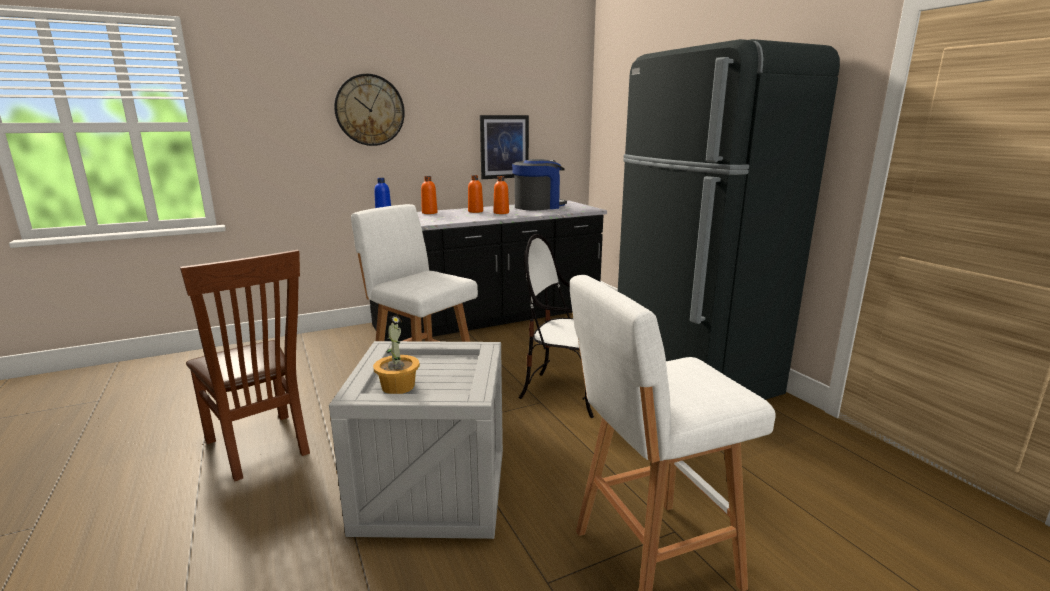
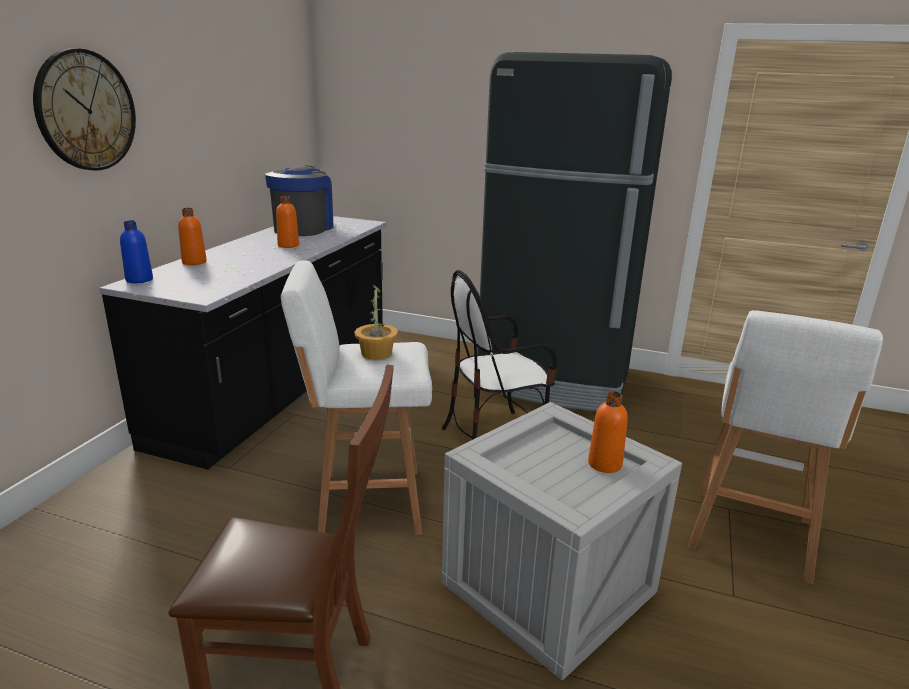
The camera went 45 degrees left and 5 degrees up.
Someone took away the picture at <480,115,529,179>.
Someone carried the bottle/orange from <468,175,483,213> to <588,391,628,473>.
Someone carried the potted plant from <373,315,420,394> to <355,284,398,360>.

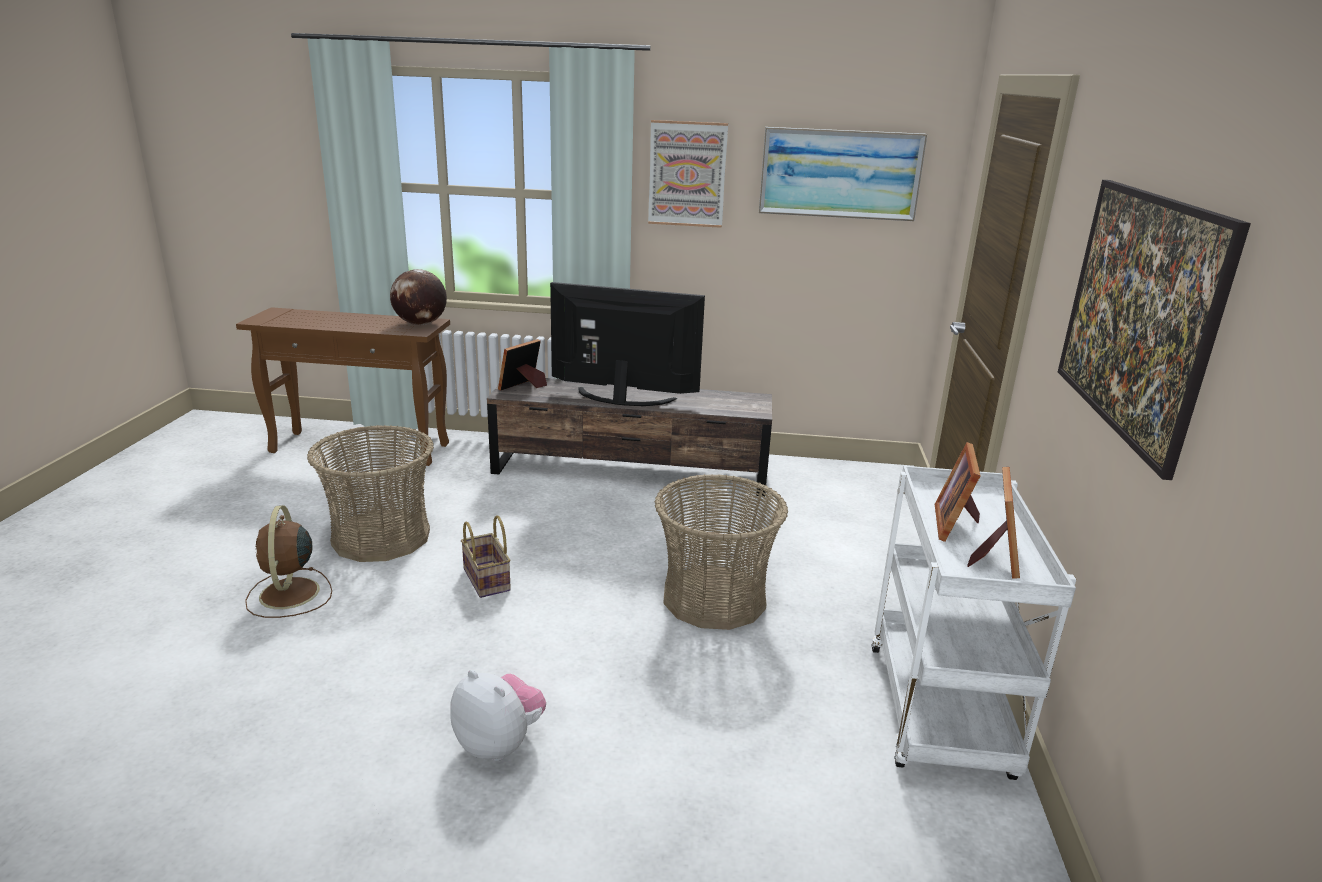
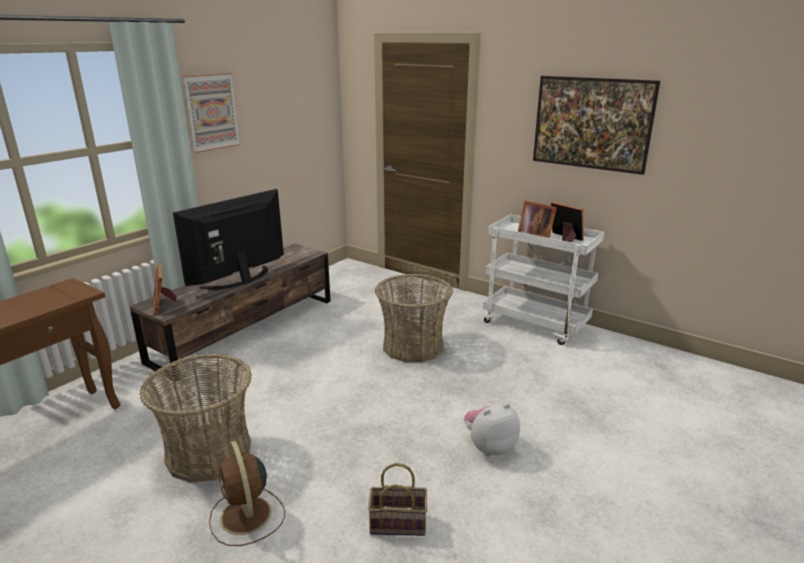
The camera went 60 degrees left and 0 degrees up.
Someone took away the picture at <759,127,927,221>.
Someone took away the globe at <390,269,447,325>.
Someone rotated the fan/brown at <245,505,332,618> by 45 degrees clockwise.
Someone carried the basket from <461,515,511,598> to <368,463,427,536>.

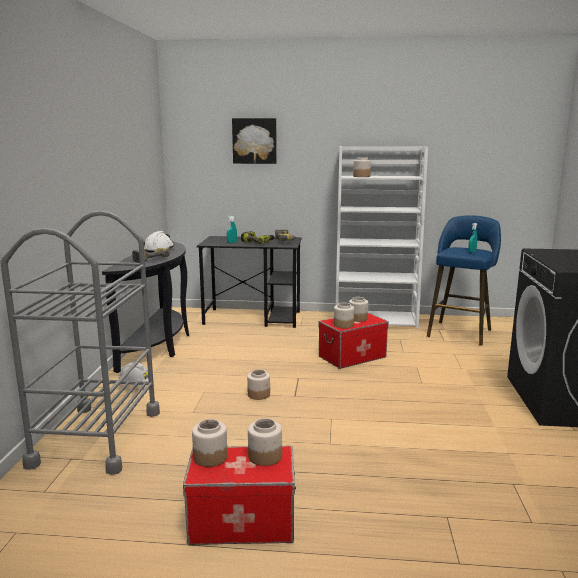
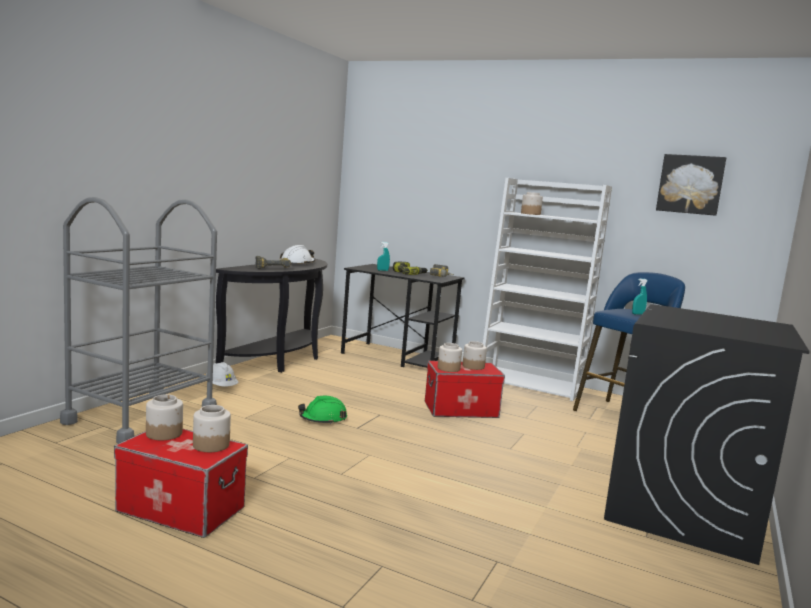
The camera went 20 degrees right and 5 degrees down.
Someone carried the picture from <232,118,277,164> to <656,154,726,216>.
Someone swapped the jar at <247,369,270,400> for the hard hat/green at <298,396,347,424>.

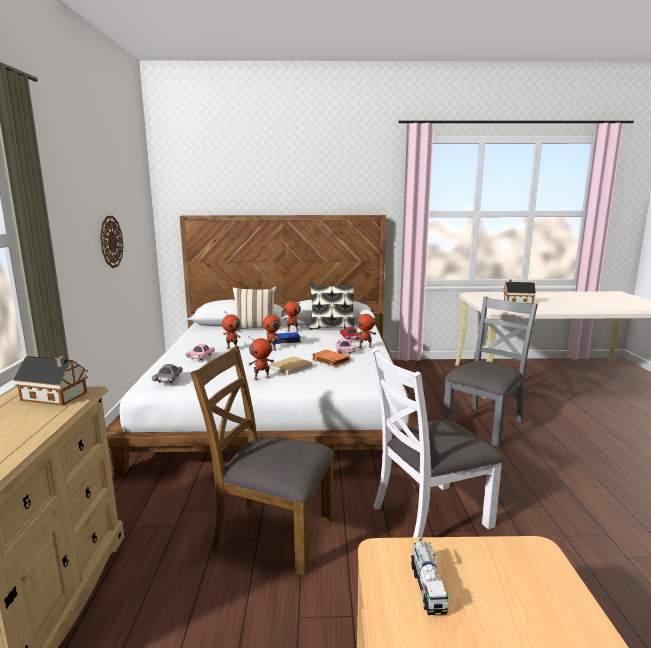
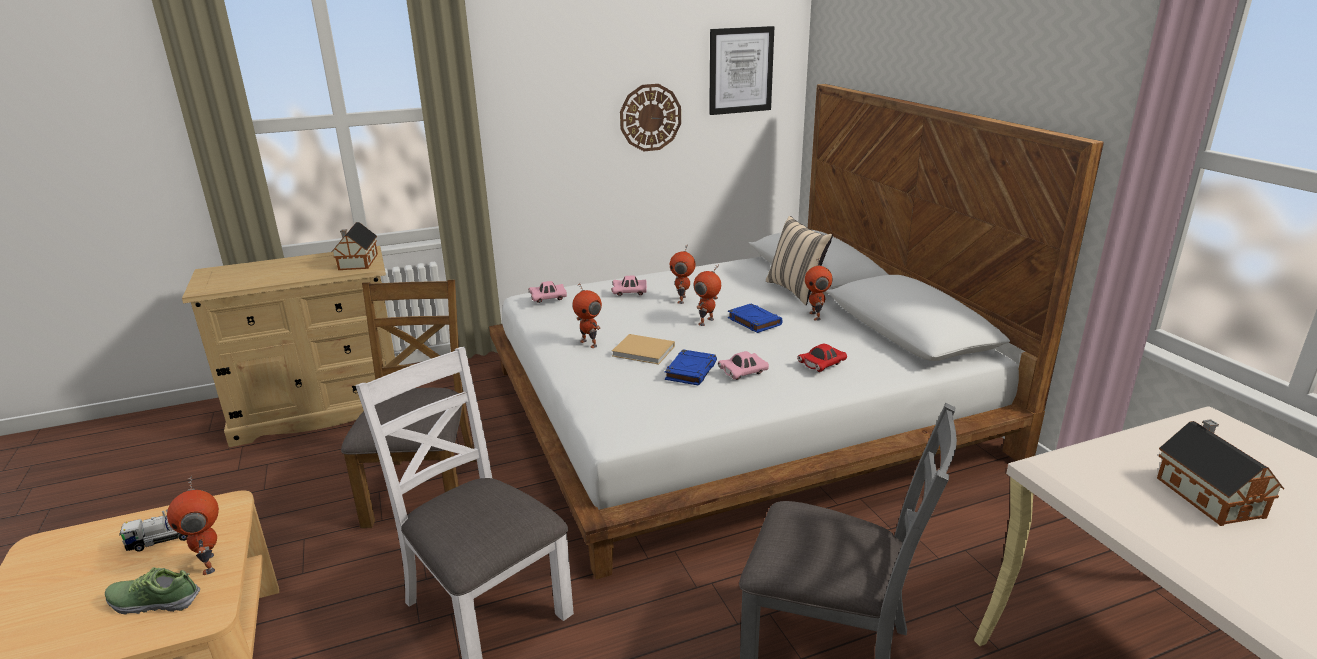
The camera went 70 degrees right and 10 degrees up.
Someone took away the pillow at <309,283,356,330>.
Someone carried the toy robot from <355,312,376,348> to <167,475,219,575>.
Someone repainted the book/orange at <312,350,350,367>, which became the book/blue at <665,350,717,386>.
Someone repainted the toy car/grey at <152,364,183,383>, which became the toy car/pink at <528,281,567,303>.
Someone put up the picture at <709,26,774,115>.
Someone put down the shoe at <105,567,200,614>.

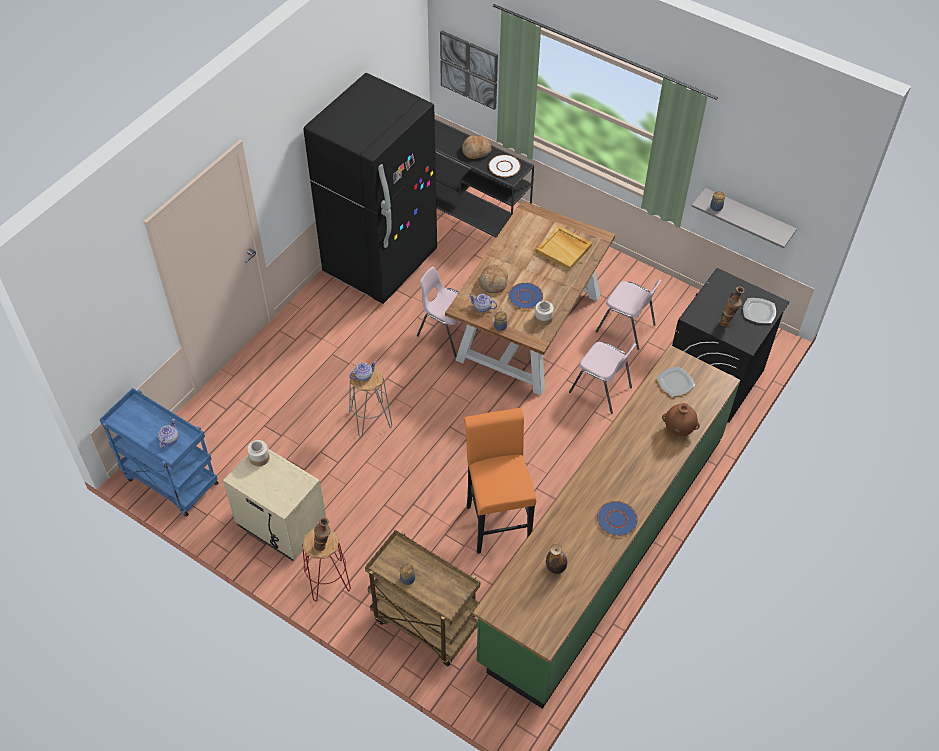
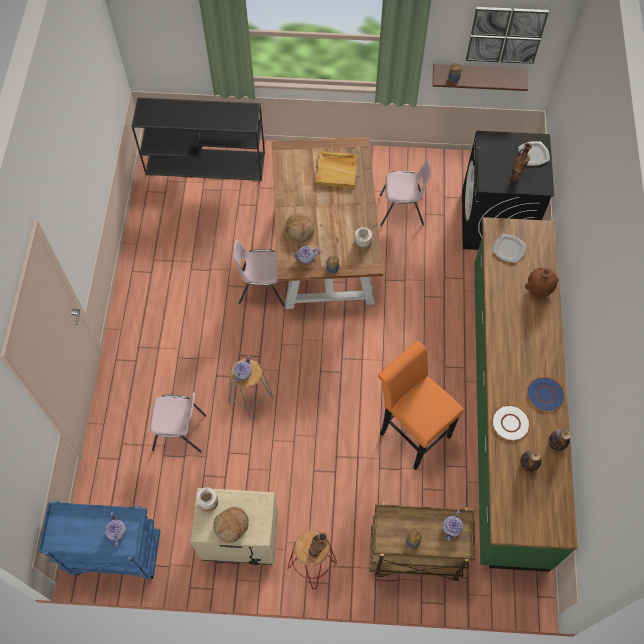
The camera went 30 degrees left and 10 degrees up.
Someone carried the picture from <440,31,498,110> to <466,7,549,64>.
Someone took away the fridge/black at <303,73,437,304>.
Someone carried the bread from <462,136,492,159> to <213,507,249,543>.
Someone carried the plate/white from <488,155,521,177> to <492,405,530,441>.
Someone repainted the shelf/grey at <691,188,797,248>, which became the shelf/brown at <433,64,528,91>.
Someone took away the plate/blue at <508,282,543,309>.
Someone carried the chair/pink from <569,342,636,414> to <150,393,206,453>.
Someone put down the bottle at <548,429,572,451>.
Someone put down the teapot at <443,510,463,541>.

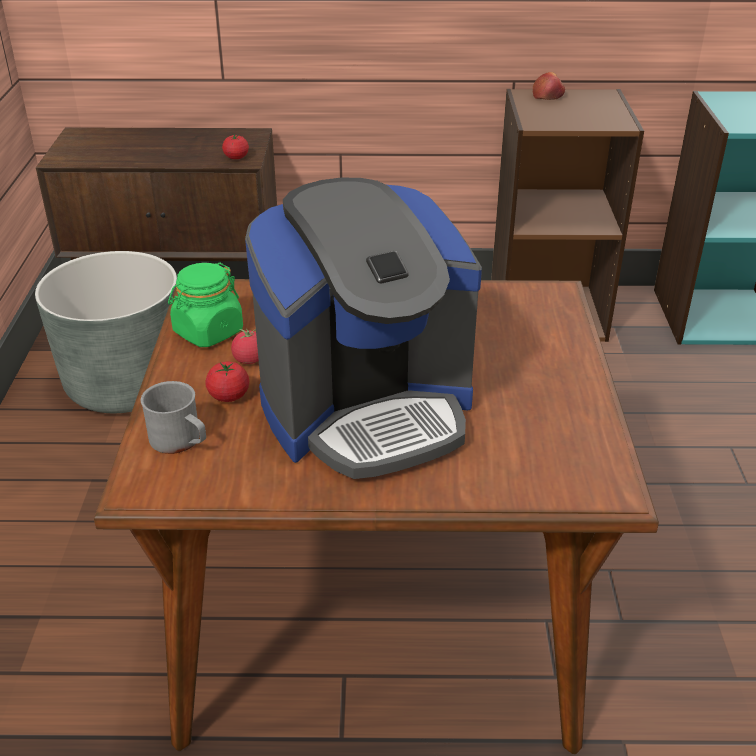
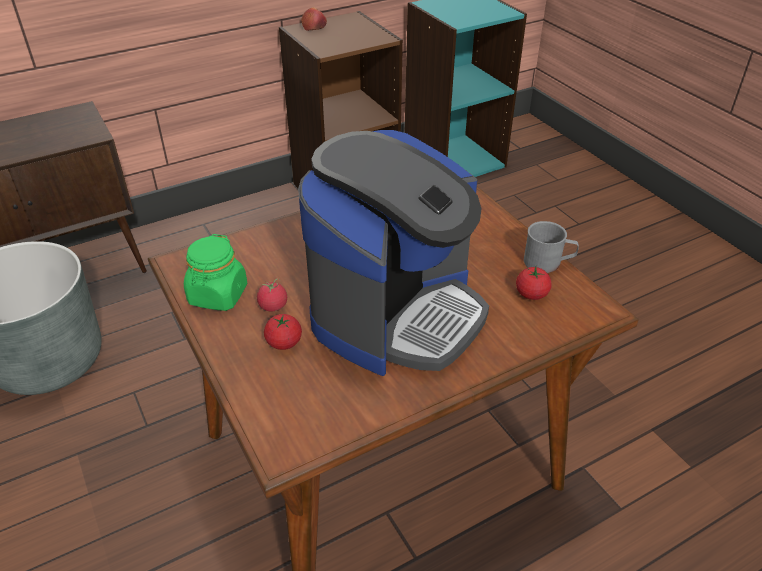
The camera went 30 degrees left and 5 degrees up.
Someone carried the tomato from <222,134,249,159> to <516,267,552,300>.
Someone carried the mug/grey from <141,381,206,454> to <524,221,579,273>.

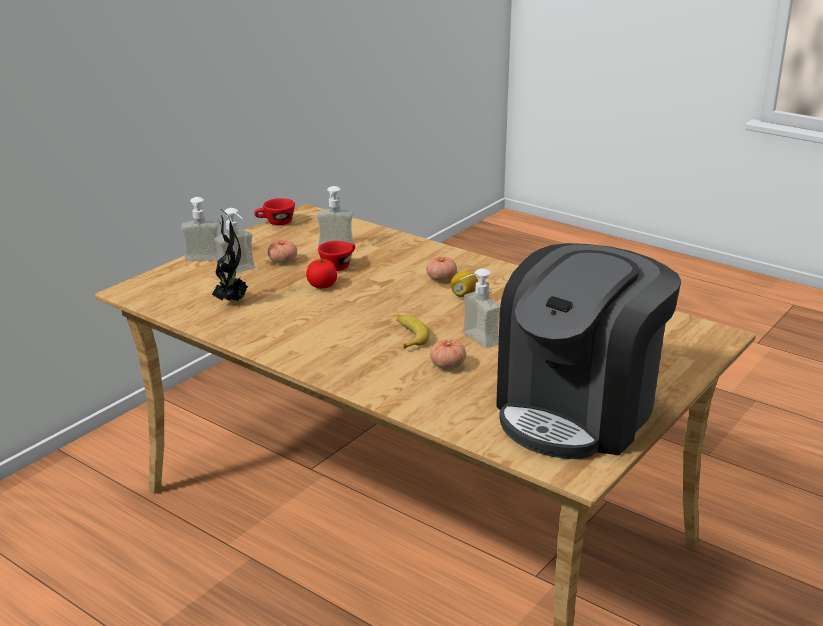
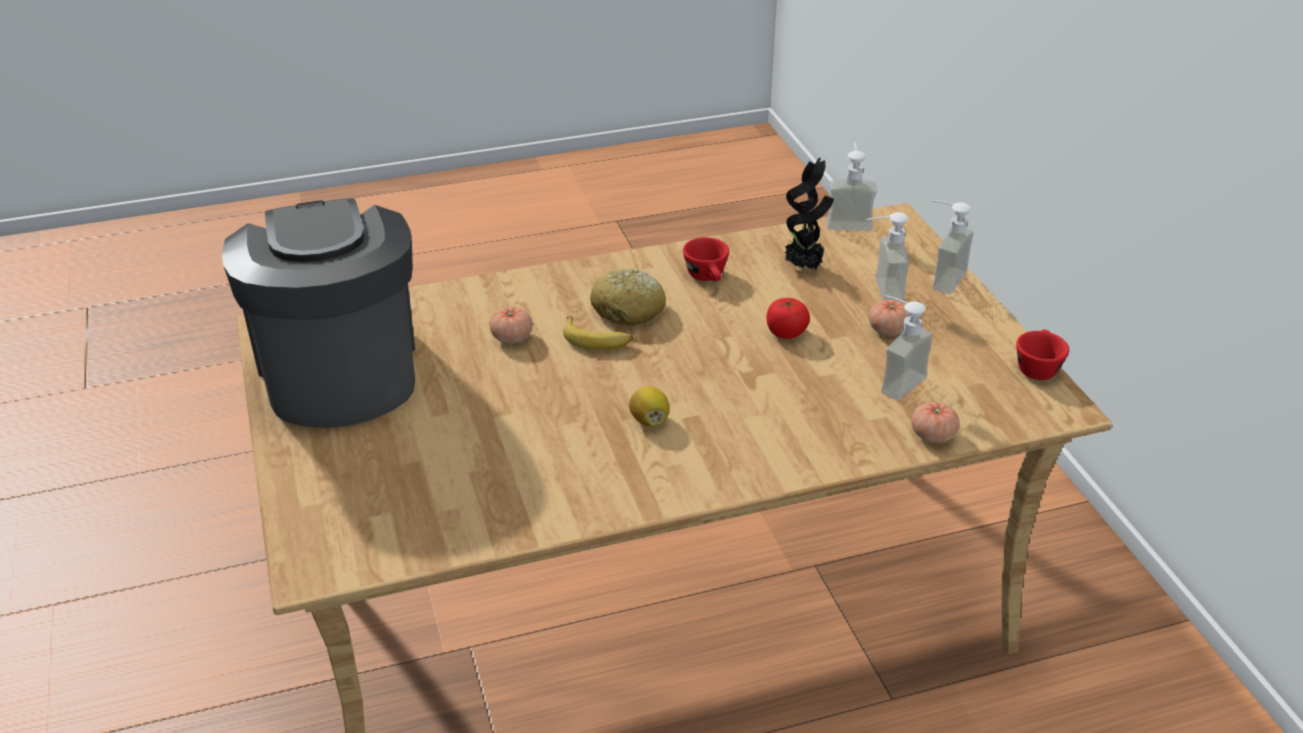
The camera went 125 degrees right and 10 degrees up.
Someone carried the cup/red from <318,241,355,271> to <683,237,729,281>.
Someone carried the tomato from <426,257,457,281> to <911,402,960,443>.
Someone carried the soap dispenser from <460,268,500,348> to <826,142,877,231>.
Someone put down the bread at <590,268,666,325>.

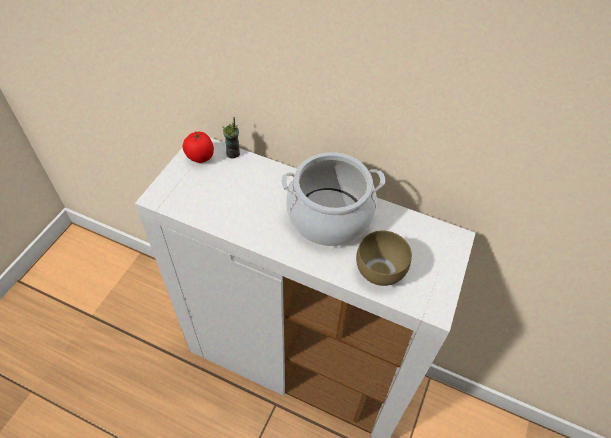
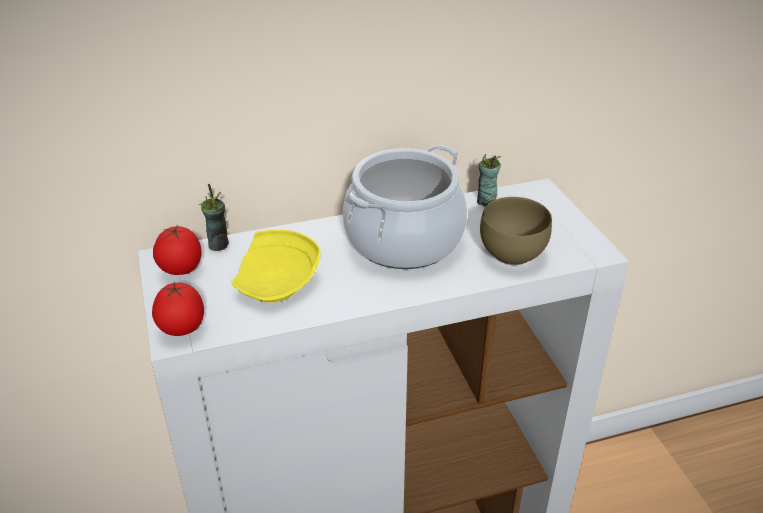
The camera went 40 degrees left and 15 degrees down.
Someone put down the cup at <477,154,501,207>.
Someone put down the plate/yellow at <231,230,320,303>.
Someone put down the tomato at <152,282,204,336>.

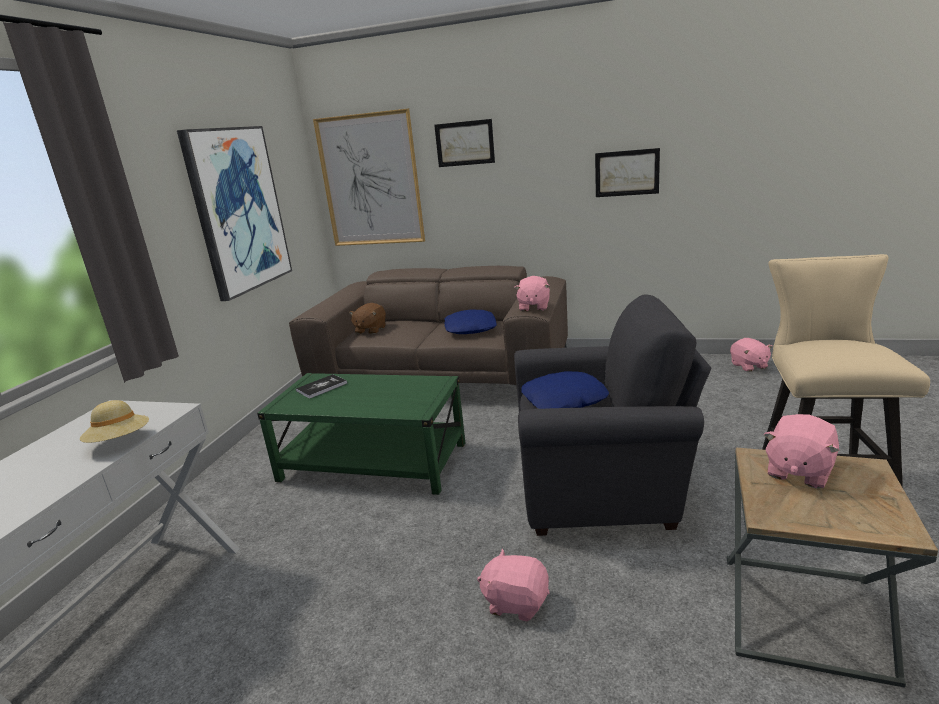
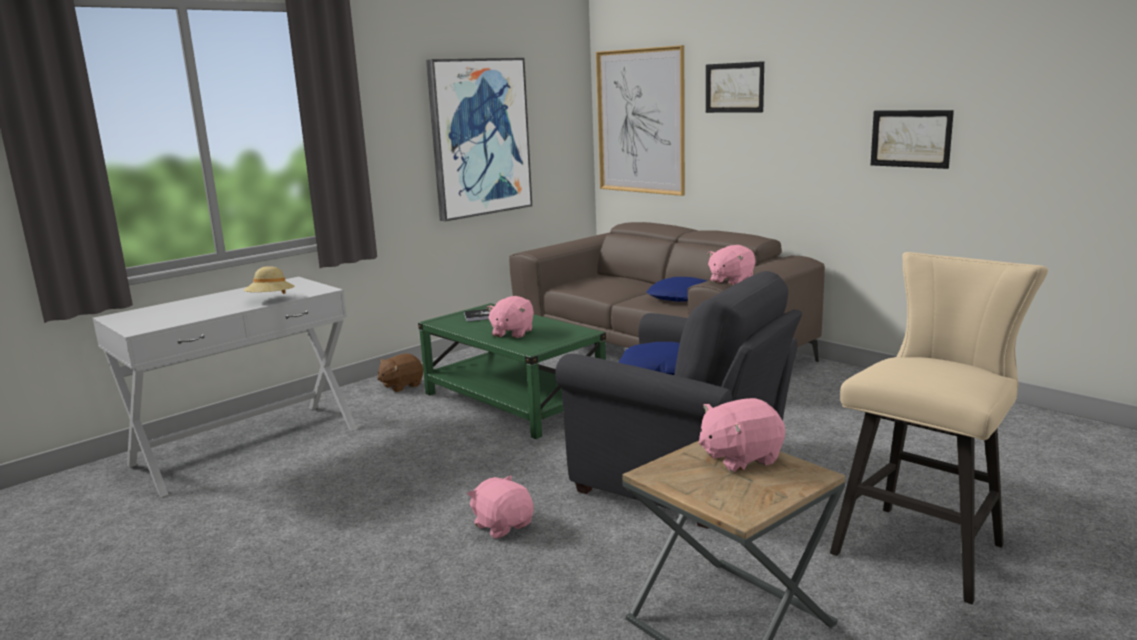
The camera went 30 degrees right and 5 degrees down.
Someone carried the plush toy/brown from <349,303,386,334> to <377,353,423,392>.
Someone carried the plush toy/pink from <730,338,772,372> to <486,296,534,338>.

